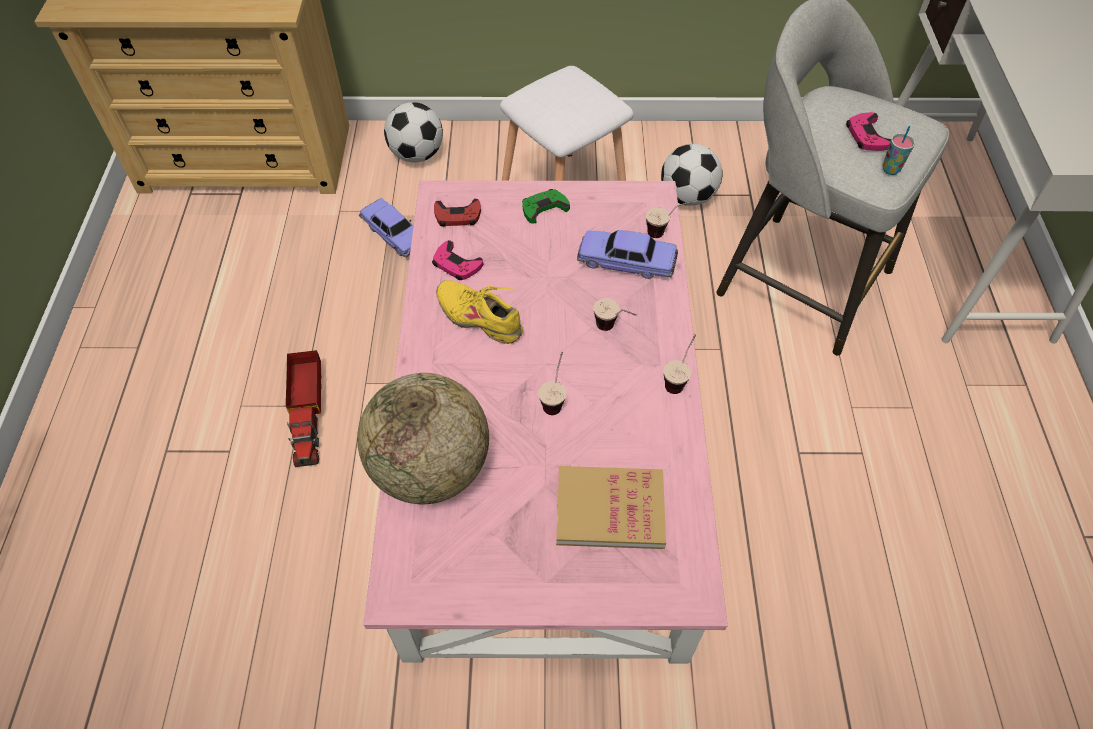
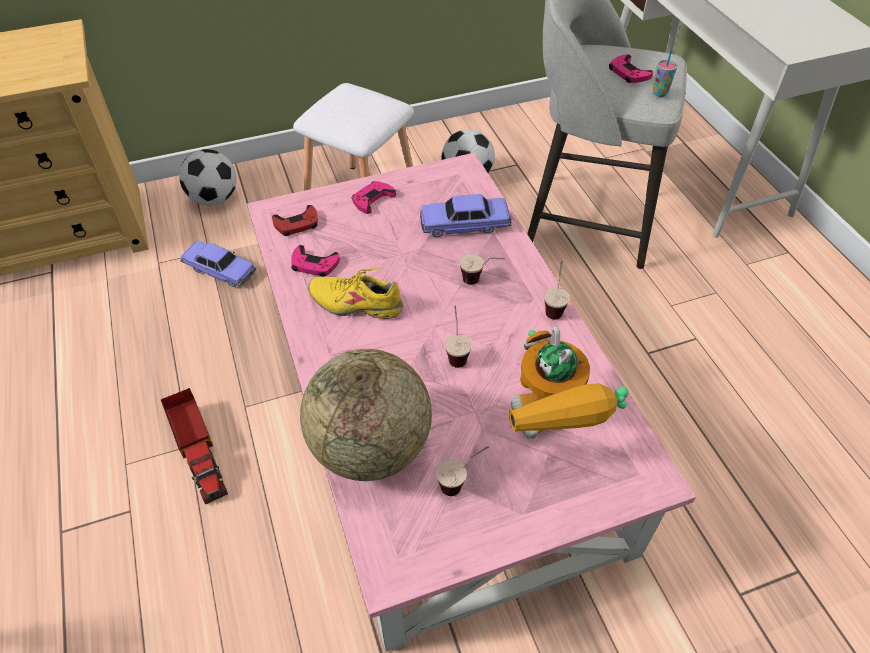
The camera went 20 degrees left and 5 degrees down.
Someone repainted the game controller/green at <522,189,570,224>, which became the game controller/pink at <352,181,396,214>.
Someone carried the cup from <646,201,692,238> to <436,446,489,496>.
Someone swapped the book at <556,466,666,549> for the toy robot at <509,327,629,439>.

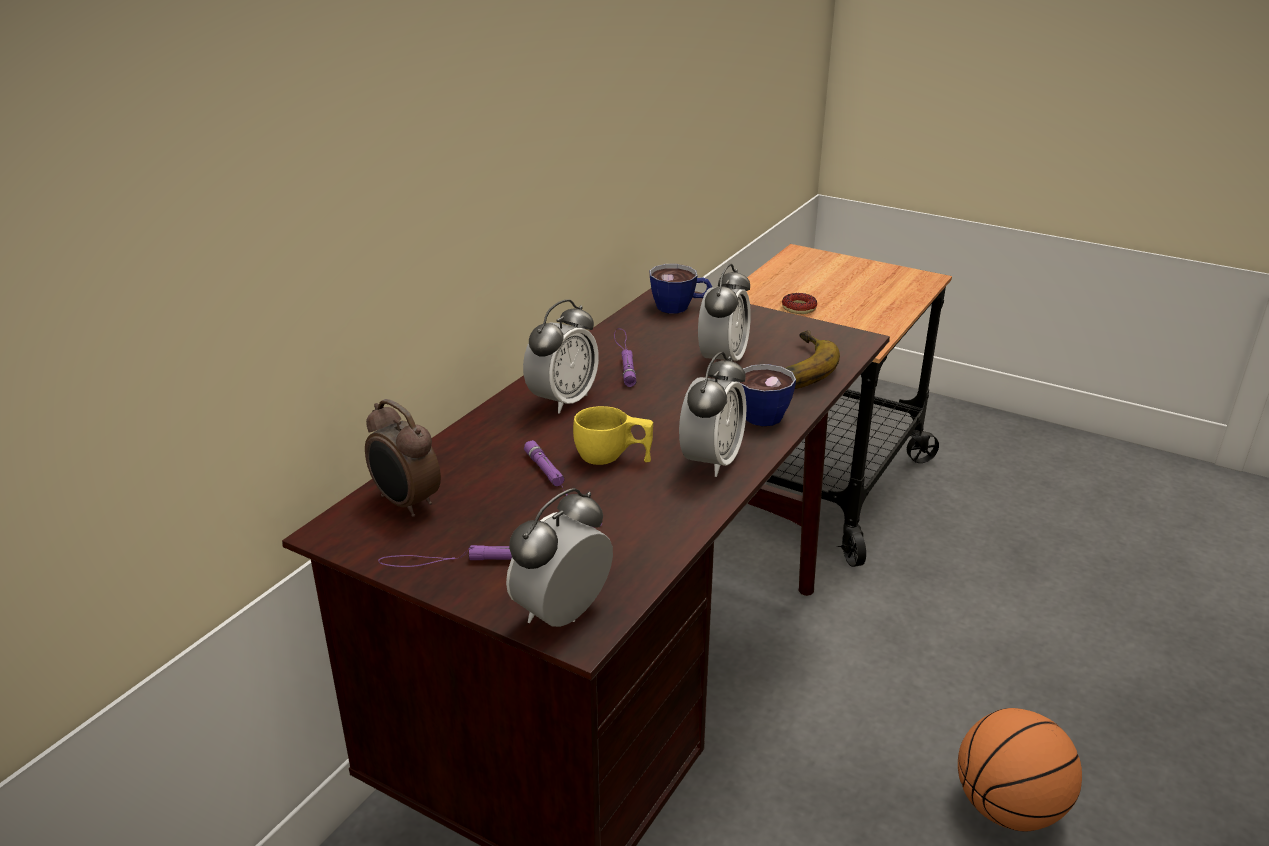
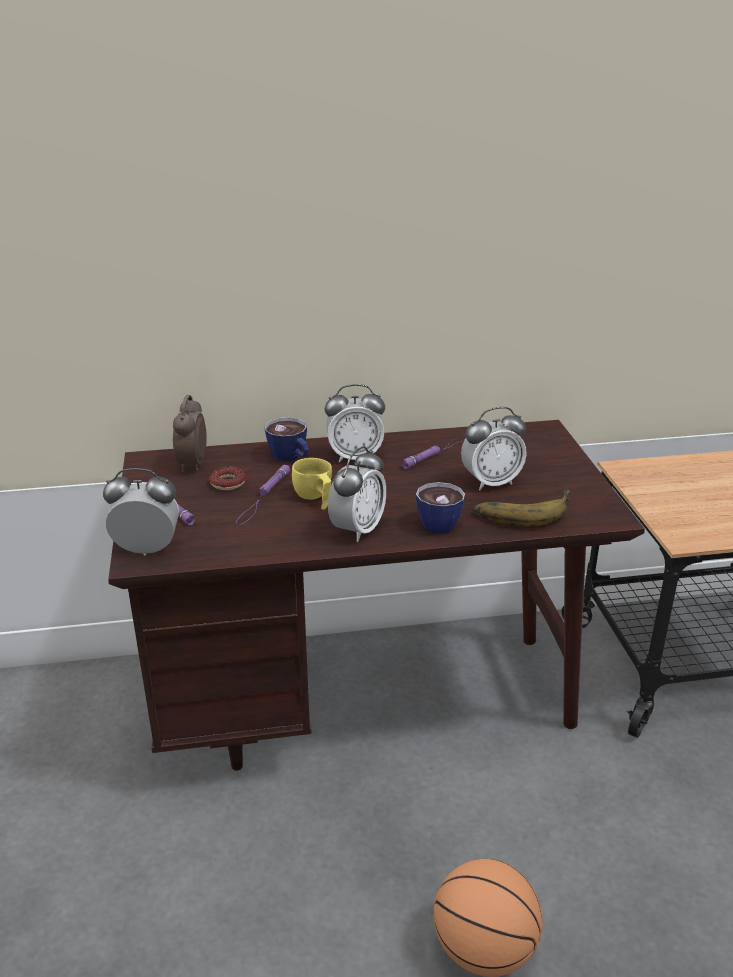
The camera went 50 degrees right and 0 degrees up.
Someone carried the cup from <650,264,712,314> to <264,417,309,461>.
Someone carried the donut from <782,293,817,314> to <209,466,246,490>.
Someone rotated the alarm clock at <679,351,746,477> by 45 degrees counterclockwise.

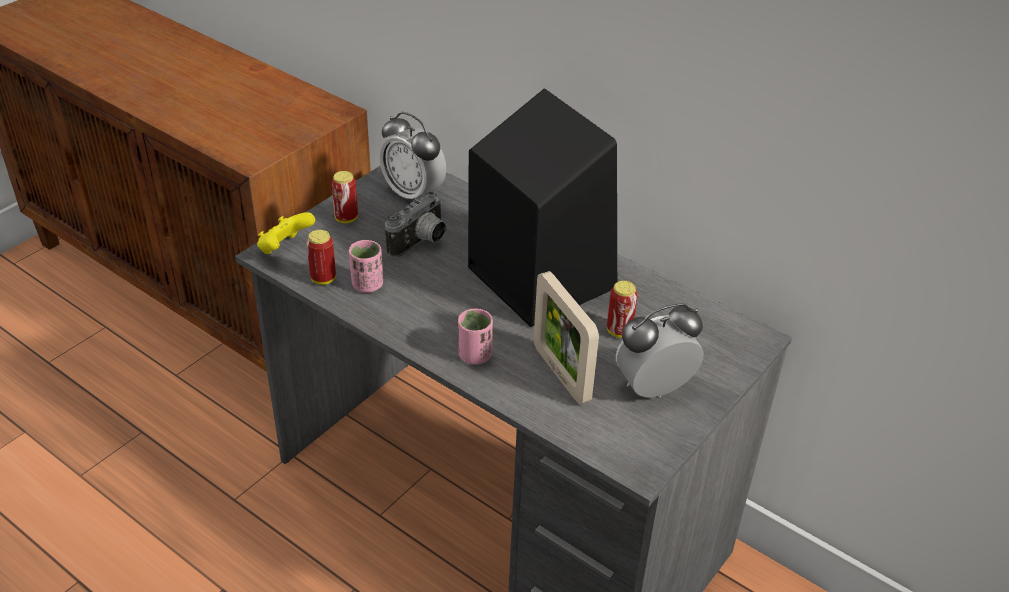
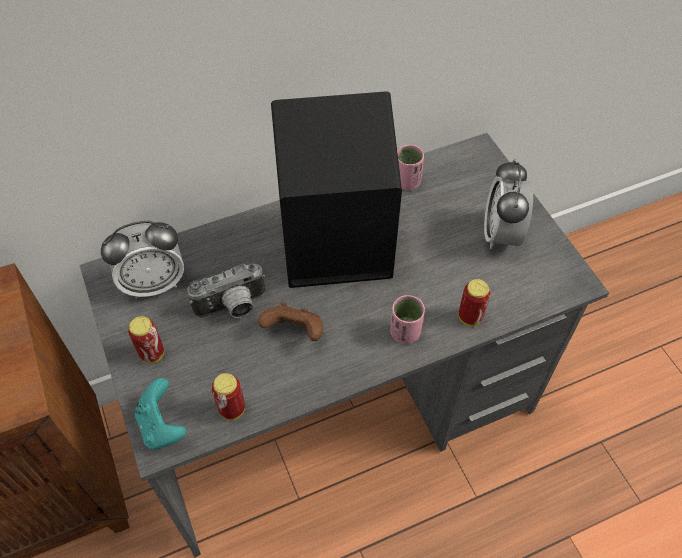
The camera went 60 degrees left and 15 degrees up.
Someone rotated the photo camera at <385,191,446,258> by 90 degrees clockwise.
Someone repainted the game controller/yellow at <257,212,315,254>, which became the game controller/turquoise at <135,378,187,450>.
Someone carried the cup/pink from <349,240,383,293> to <397,145,424,190>.
Someone took away the picture frame at <534,271,599,405>.
Someone carried the can from <607,281,638,338> to <459,279,491,326>.
Someone put down the game controller/brown at <258,302,323,341>.

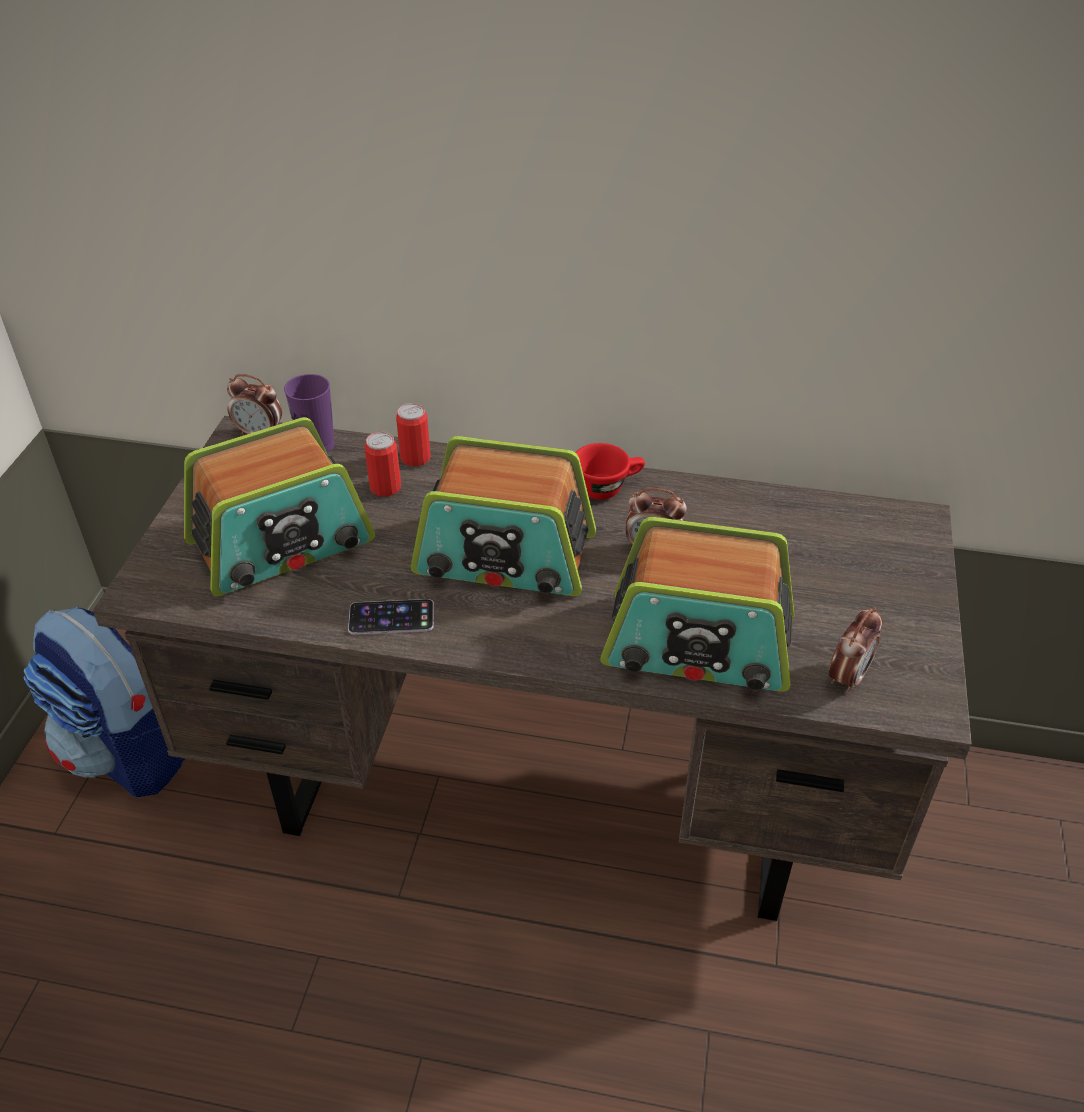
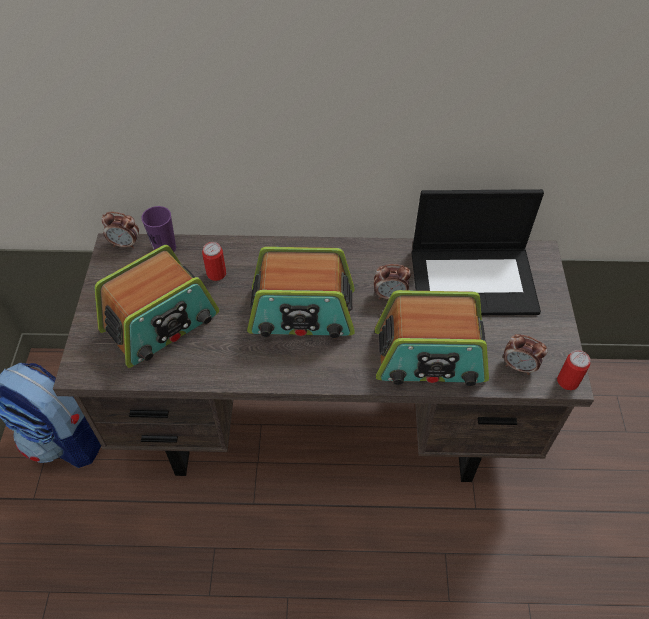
The camera went 10 degrees left and 10 degrees up.
Someone carried the can from <396,403,431,466> to <557,350,590,390>.
Someone took away the cup/red at <575,443,645,500>.
Someone took away the phone at <348,599,434,635>.
Someone rotated the alarm clock at <829,607,882,694> by 90 degrees clockwise.
Someone put down the laptop at <412,189,544,315>.

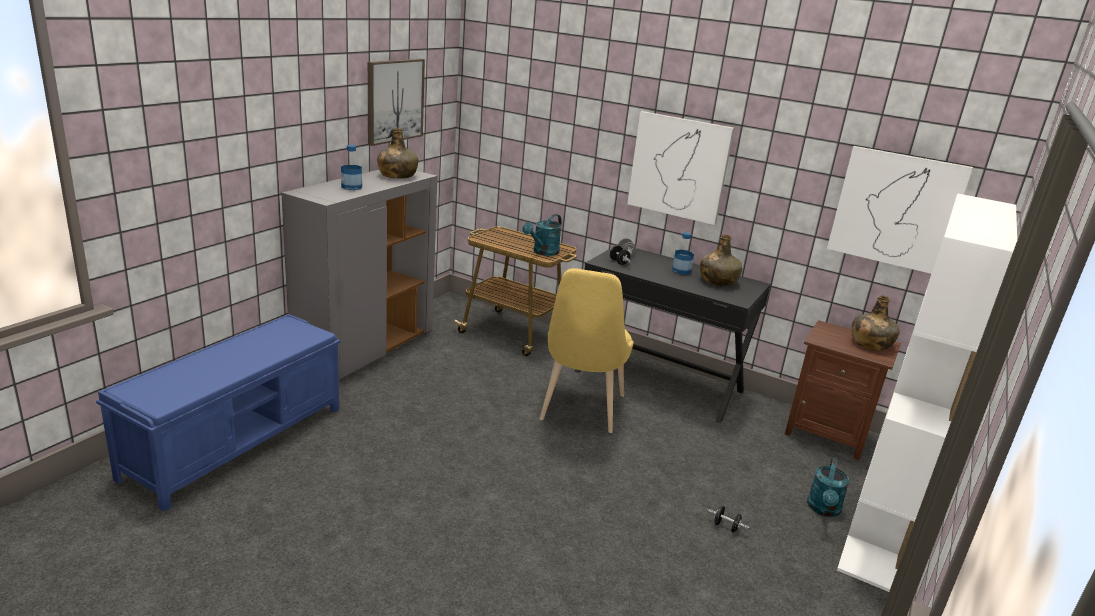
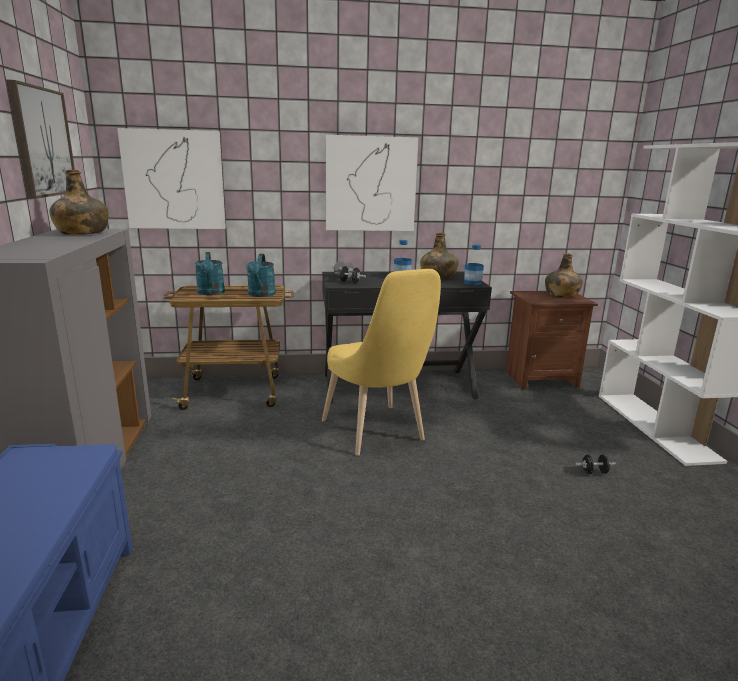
The camera went 35 degrees left and 5 degrees down.
Someone carried the bottle from <341,145,362,190> to <464,244,484,285>.
Someone carried the picture from <827,146,973,274> to <117,128,226,229>.
Someone carried the watering can/turquoise from <807,457,849,517> to <195,252,225,295>.

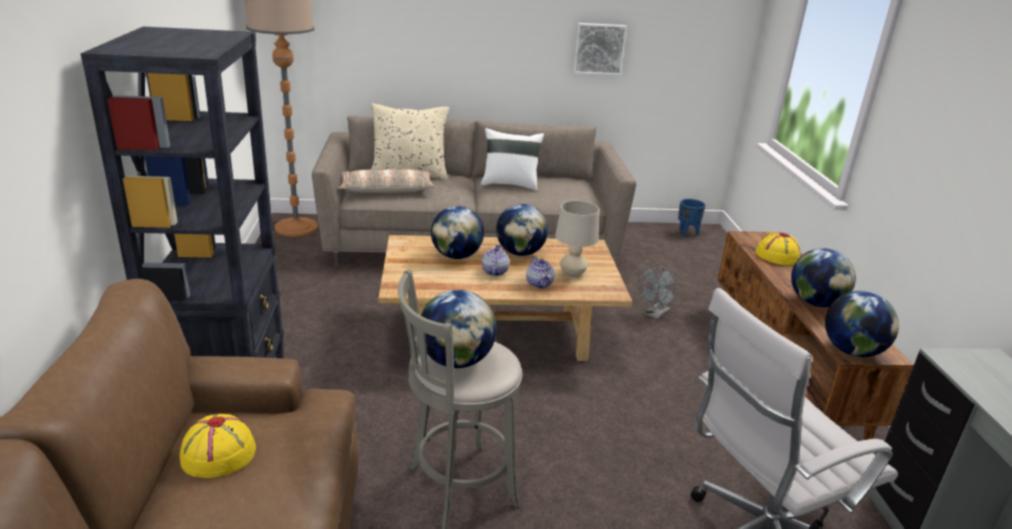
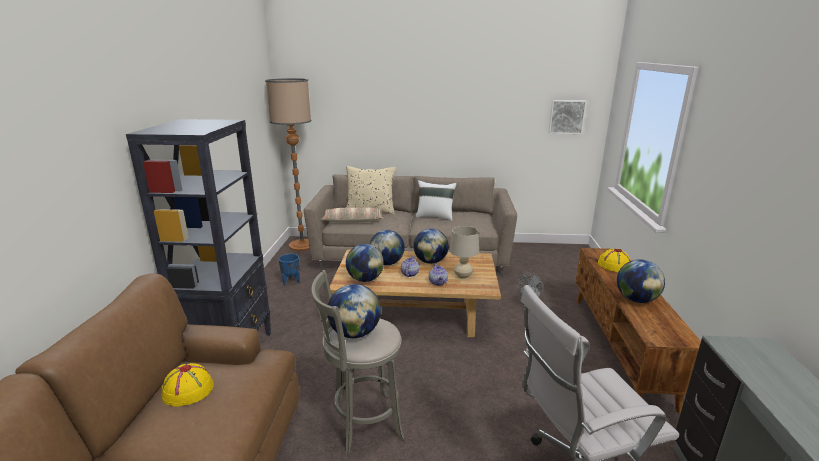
The camera went 10 degrees right and 5 degrees down.
Someone carried the picture from <573,23,627,75> to <548,100,587,134>.
Someone carried the planter/blue from <678,199,706,238> to <279,254,300,285>.
Someone carried the globe from <825,291,899,357> to <346,244,384,282>.

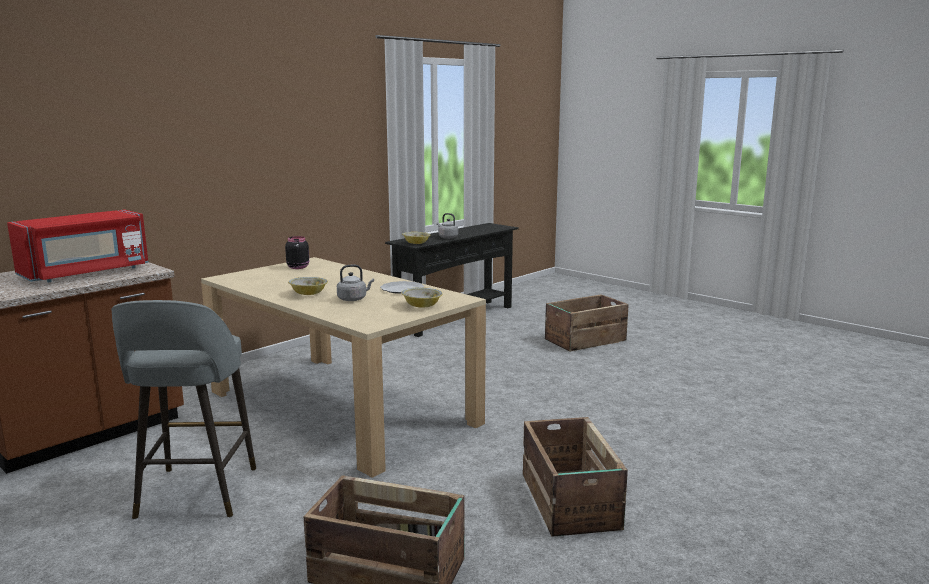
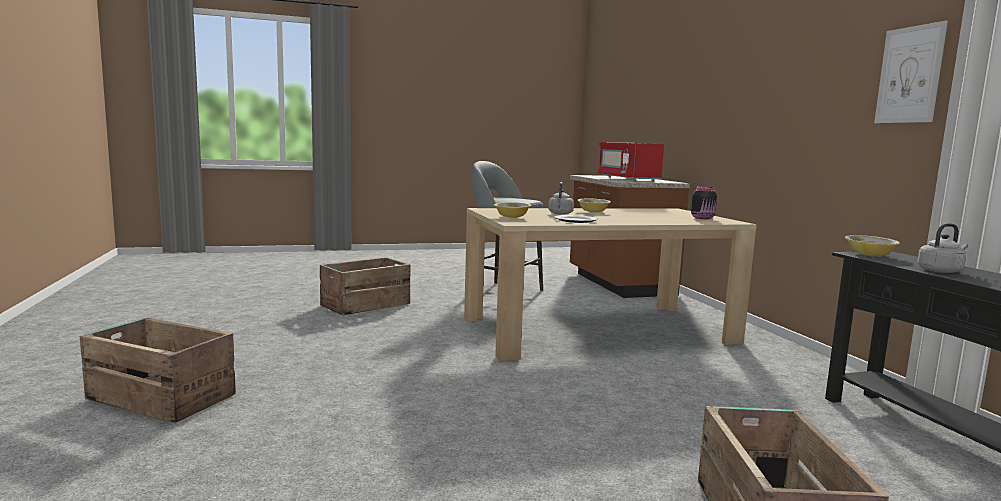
The camera went 120 degrees right and 5 degrees down.
Someone carried the crate from <523,417,628,537> to <80,317,236,423>.
Someone put up the picture at <874,20,948,123>.

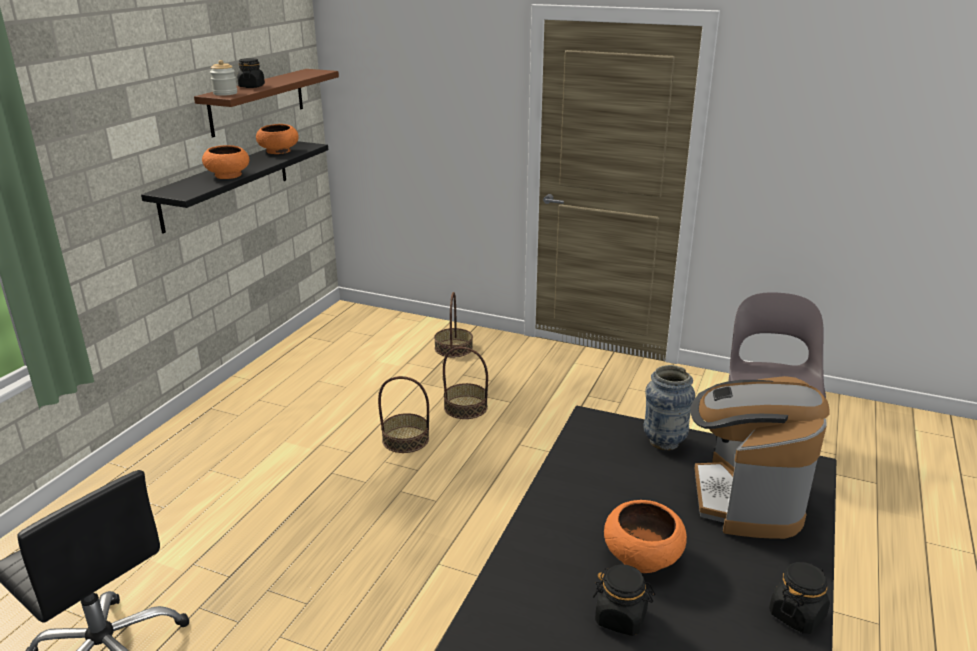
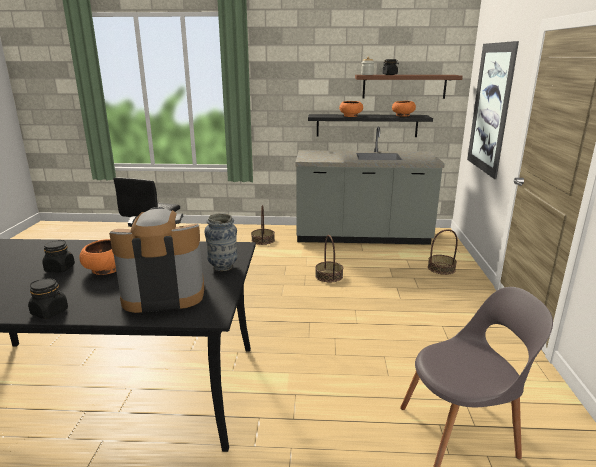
The camera went 70 degrees right and 5 degrees down.
Someone carried the basket from <443,347,488,419> to <251,205,275,245>.
Someone put up the picture at <467,41,519,179>.
Someone put down the counter/grey at <296,126,445,245>.

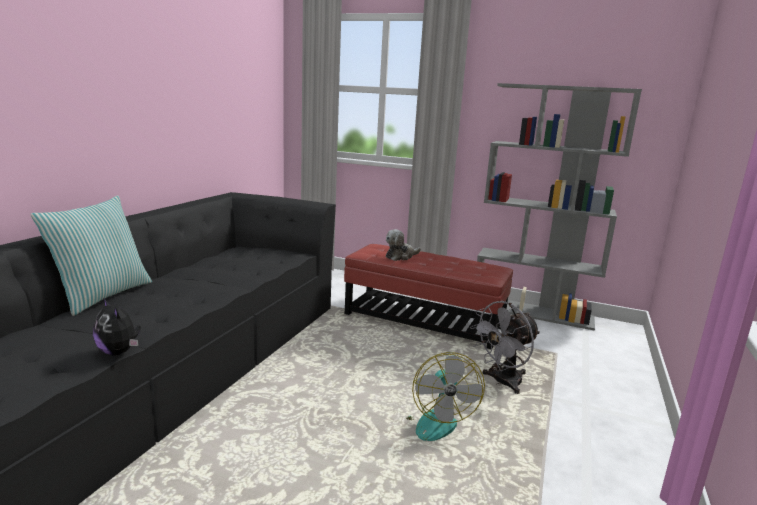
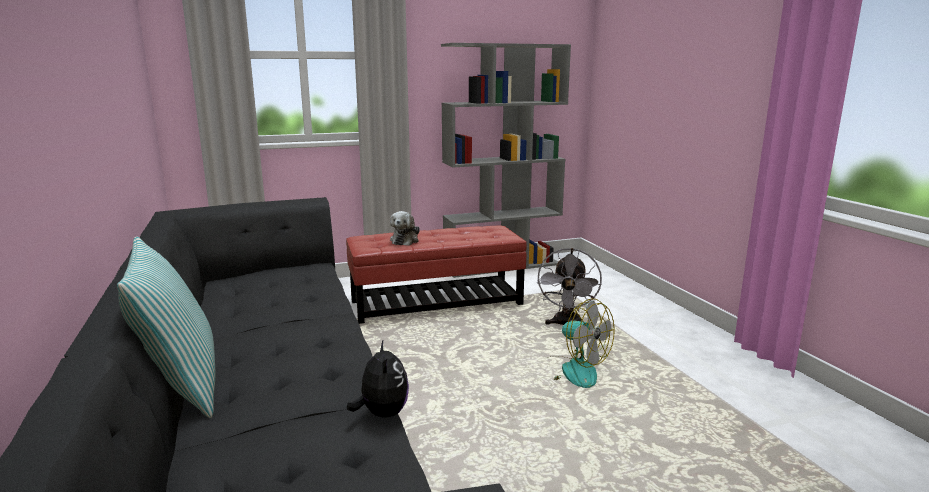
The camera went 40 degrees left and 0 degrees up.
Someone rotated the plush toy at <93,298,141,355> by 105 degrees counterclockwise.

